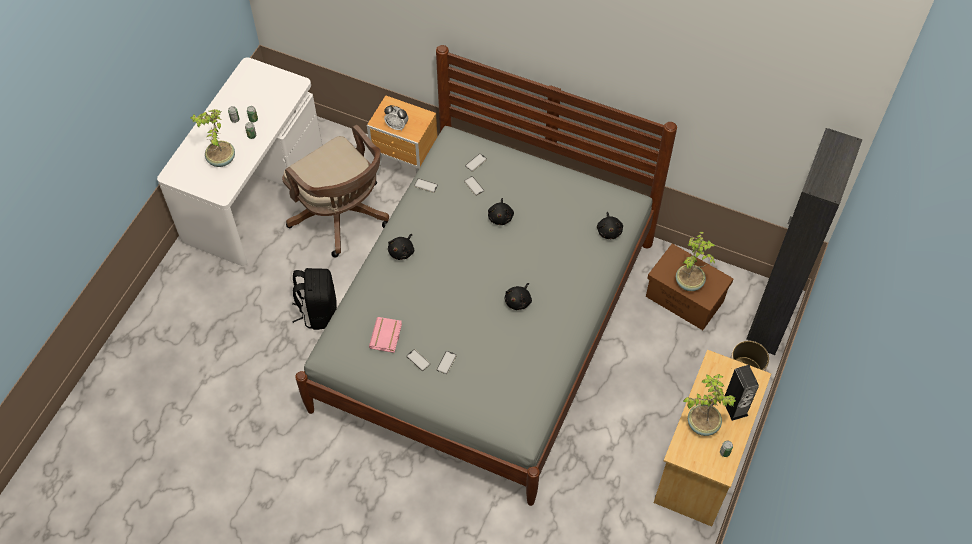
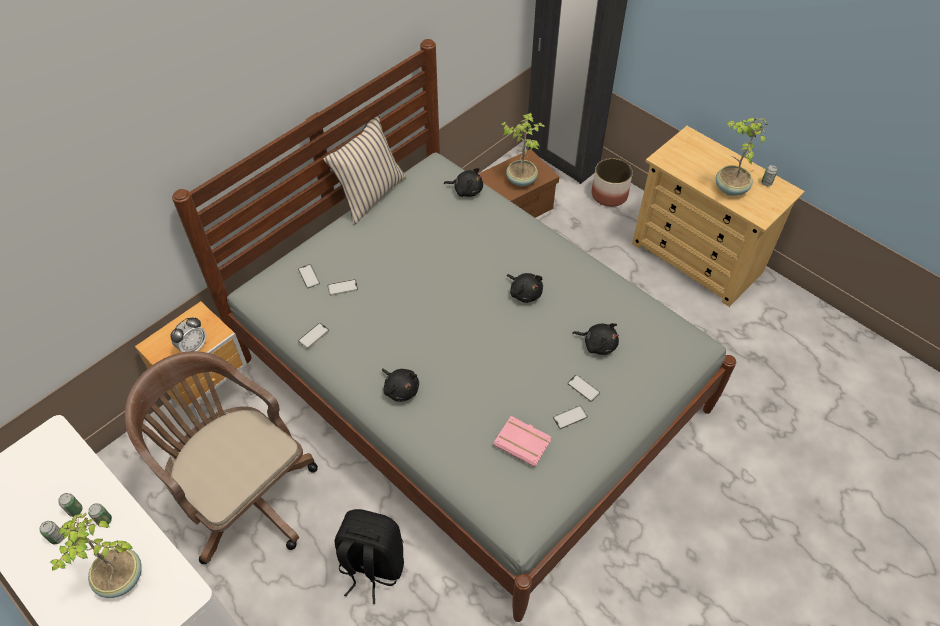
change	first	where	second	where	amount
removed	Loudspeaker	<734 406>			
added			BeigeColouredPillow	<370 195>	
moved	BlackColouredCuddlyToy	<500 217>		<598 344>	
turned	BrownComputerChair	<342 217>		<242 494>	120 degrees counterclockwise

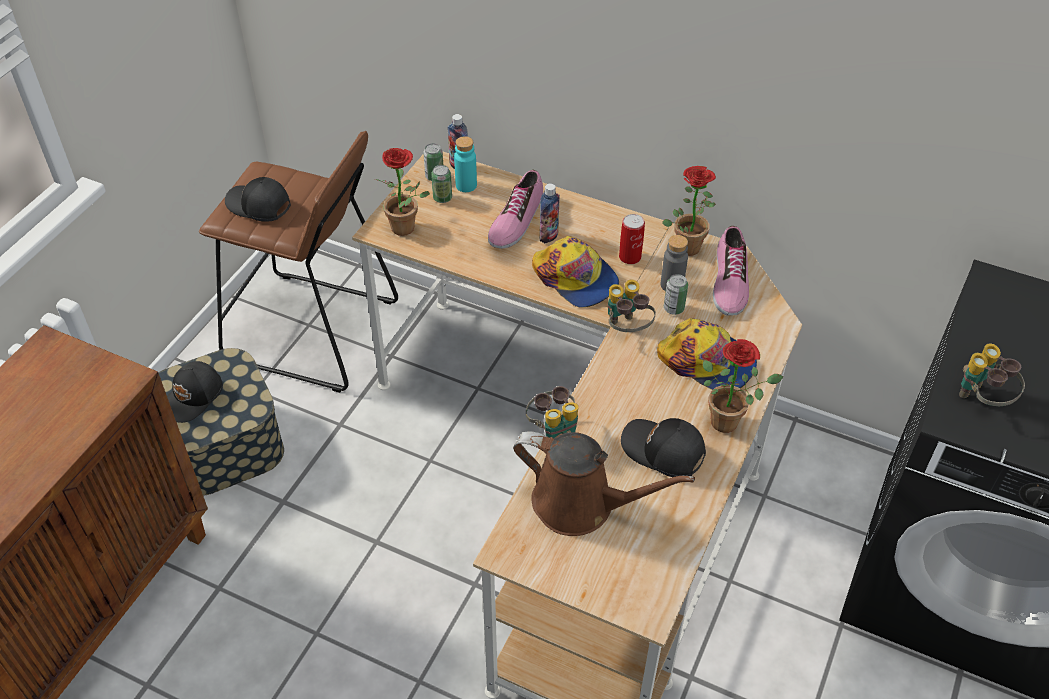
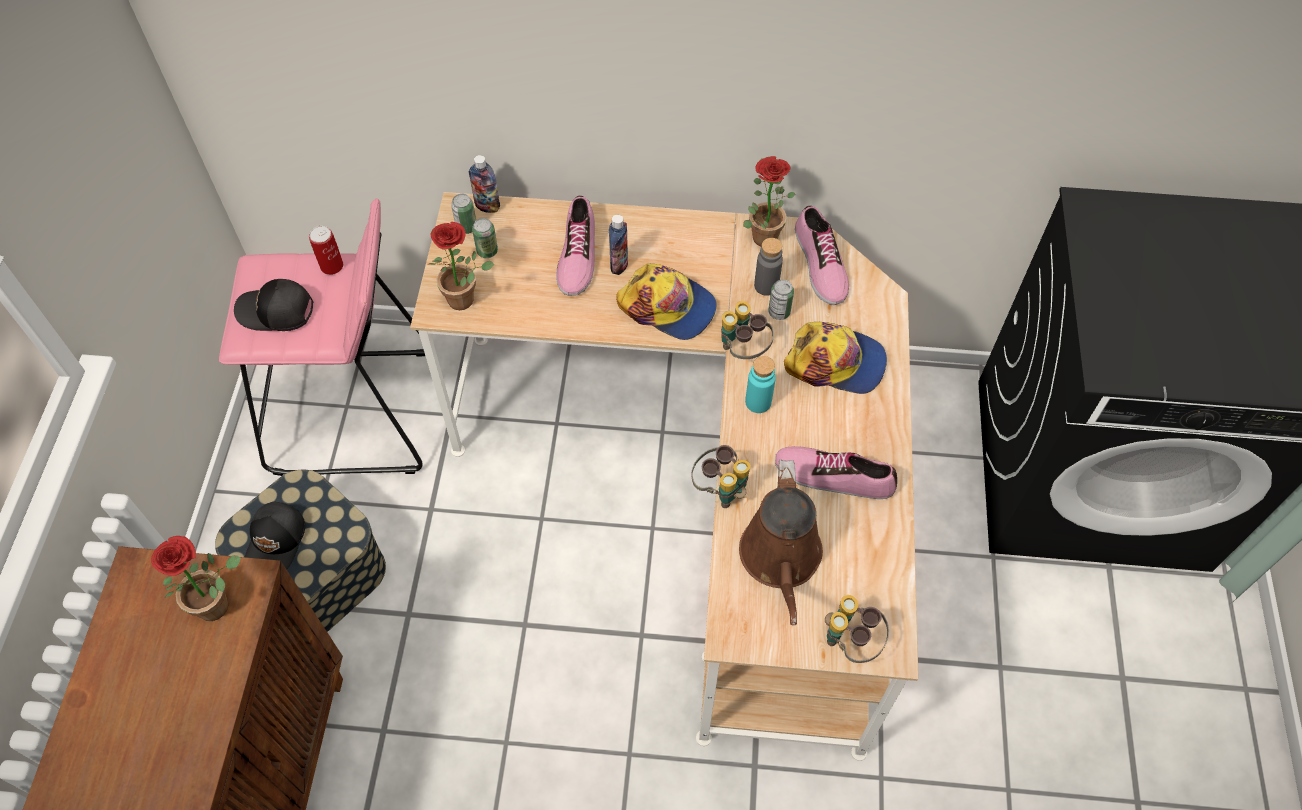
change	first	where	second	where	amount
moved	TurquoiseColouredDrinkBottle	<466 185>		<758 402>	
moved	MetalCan	<630 257>		<332 266>	
moved	Houseplant	<730 420>		<219 602>	
moved	FieldGlasses	<981 399>		<850 641>	
replaced	BlackColouredPeakedCap	<662 452>	ItemOfFootwear	<834 476>	
recoloured	BrownStool	<311 331>	PinkStool	<352 413>	
turned	BrownSprinklingCan	<581 504>		<781 559>	90 degrees clockwise

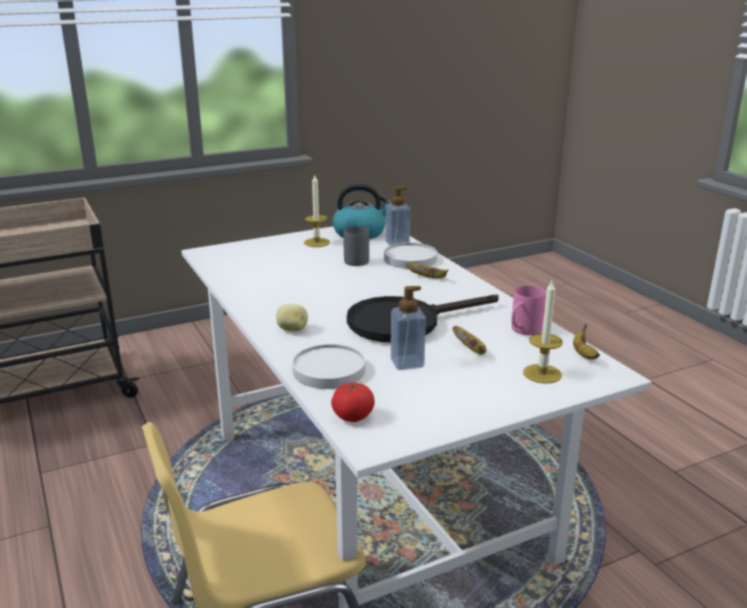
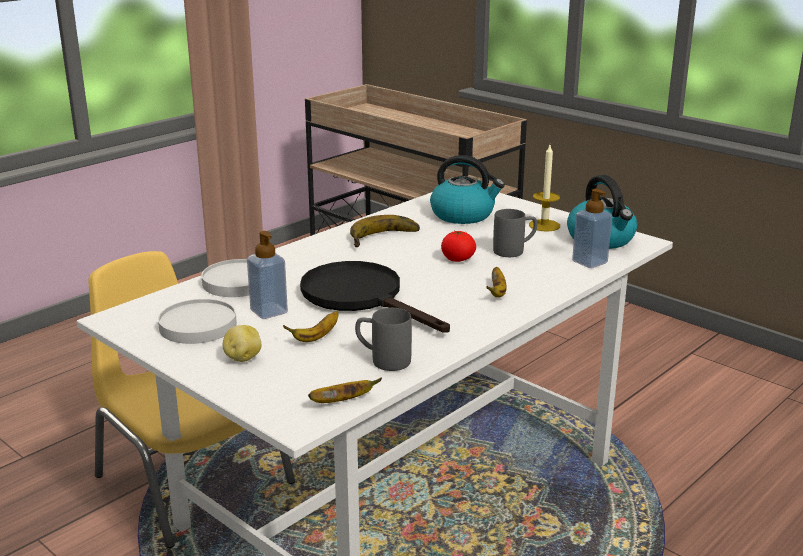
change	first	where	second	where	amount
removed	Candle	<542 374>			
added			BananaFruit	<386 239>	
added			WaterKettle	<463 215>	
moved	Spud	<292 330>		<242 358>	
moved	WholeTomato	<353 416>		<458 259>	
moved	WhiteColouredFlatDish	<410 259>		<198 325>	
recoloured	PinkTeaMug	<522 331>	GreyTeaMug	<382 360>	

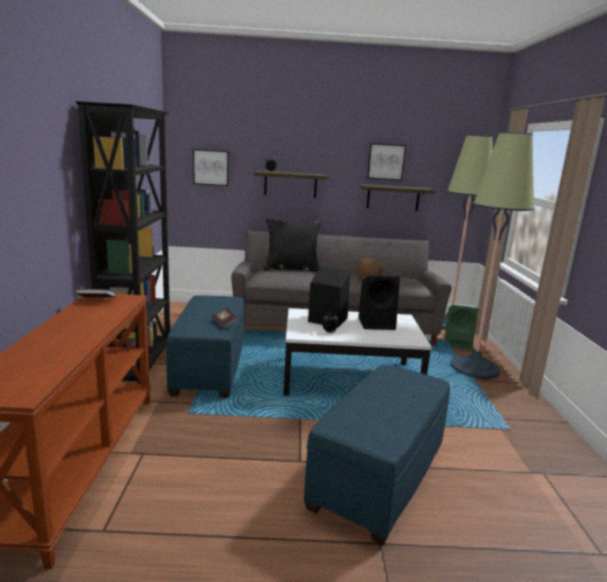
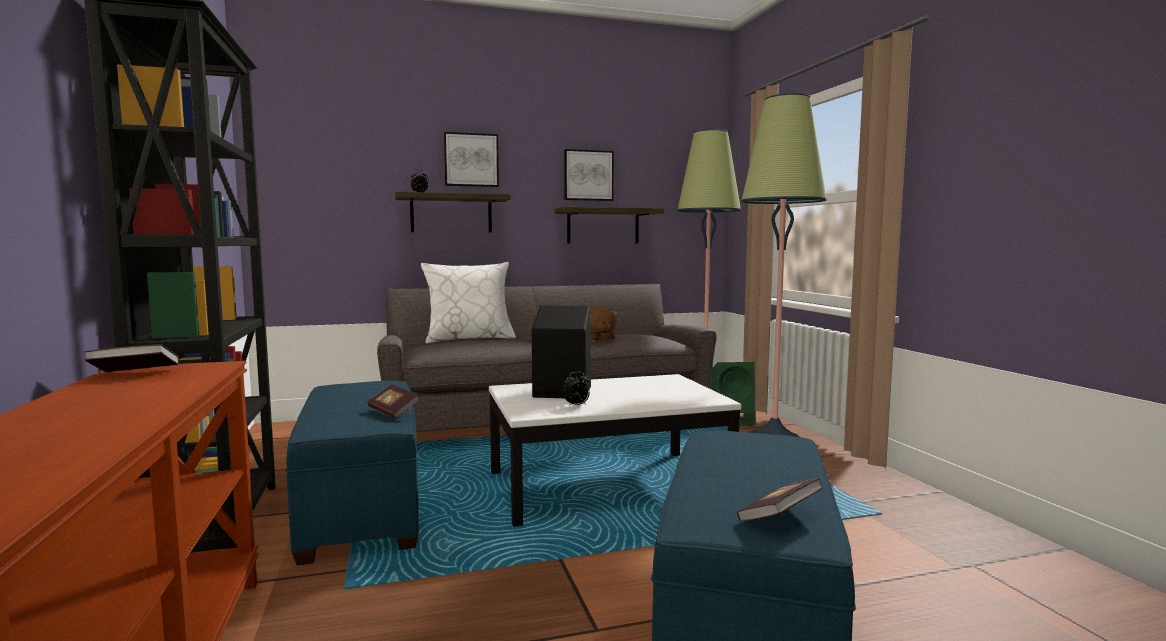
change	first	where	second	where	amount
removed	BlackColouredLoudspeaker	<377 323>			
added			Book	<779 517>	
moved	WallArt	<211 167>		<471 160>	
recoloured	BlackColouredPillow	<291 269>	WhiteColouredPillow	<469 339>	

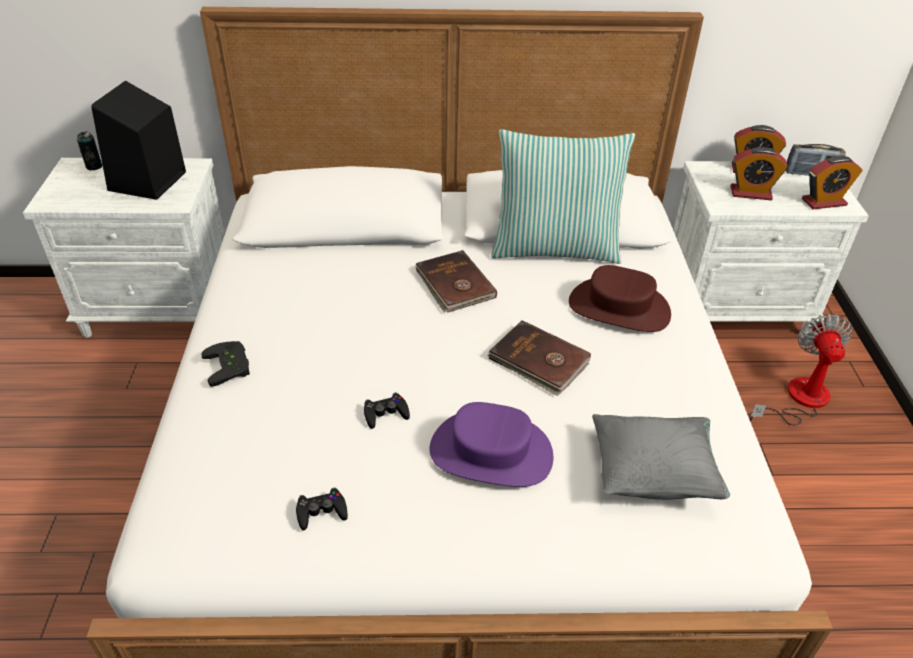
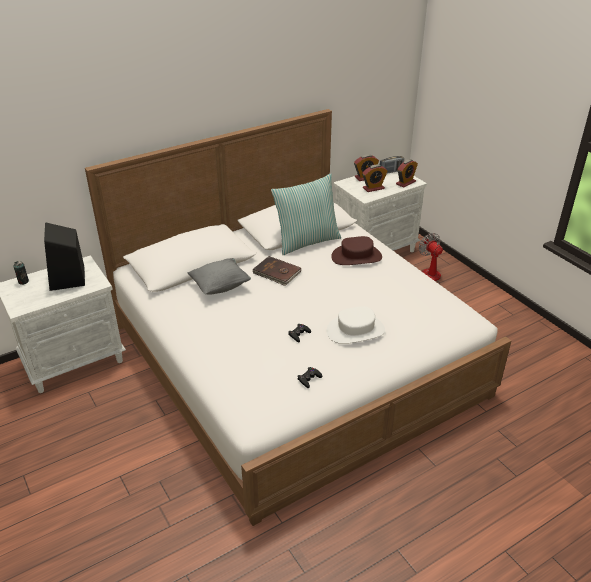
change	first	where	second	where	amount
removed	BlackColouredJoypad	<230 365>			
removed	BrownBook	<539 361>			
moved	GreyPillow	<653 474>		<220 286>	
recoloured	PurpleClothingHat	<490 453>	WhiteColouredClothingHat	<355 331>	

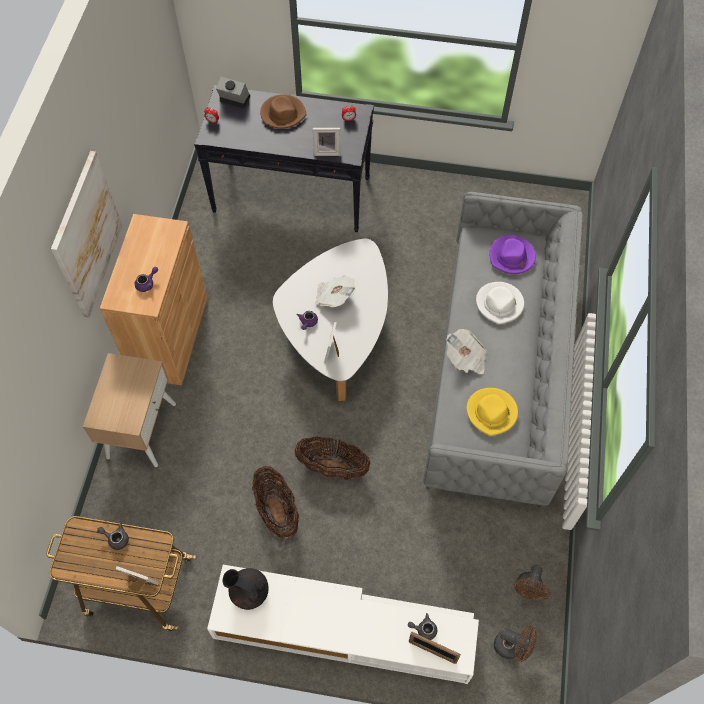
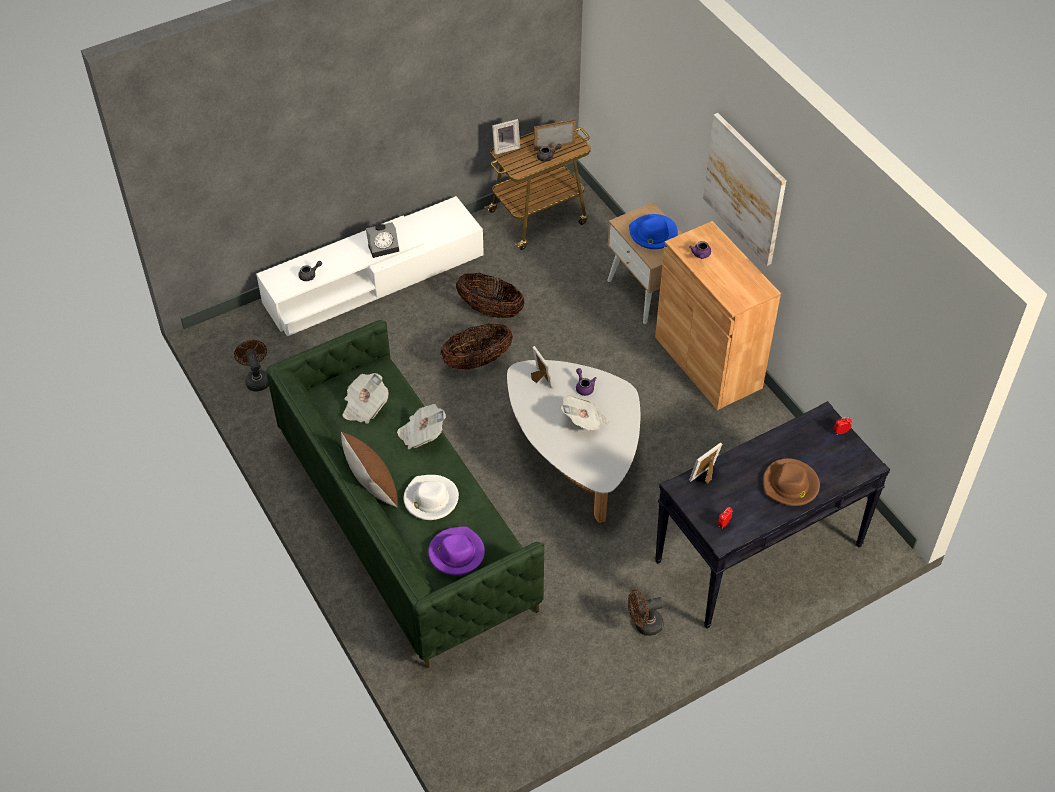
change	first	where	second	where	amount
removed	BlackColouredPotForTea	<248 591>			
added			BrownPillow	<372 488>	
added			BluishClothingHat	<653 234>	
moved	BedsideClock	<233 99>		<384 247>	
moved	PictureFrame	<432 651>		<554 146>	
moved	BrownElectricFan	<512 647>		<644 625>	
replaced	YellowishClothingHat	<492 412>	Newspaper	<364 407>	
recoloured	GreyCouch	<497 371>	GreenishCouch	<405 520>	

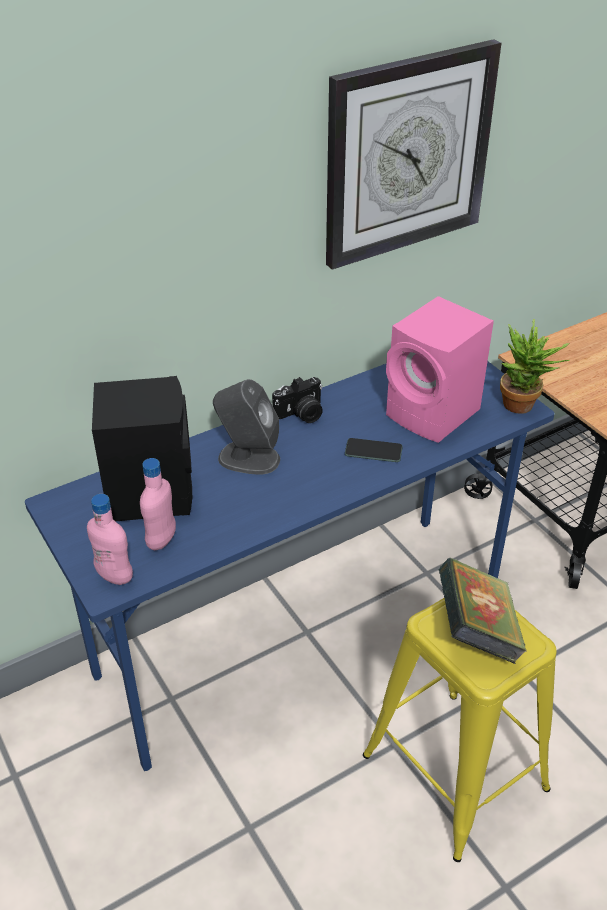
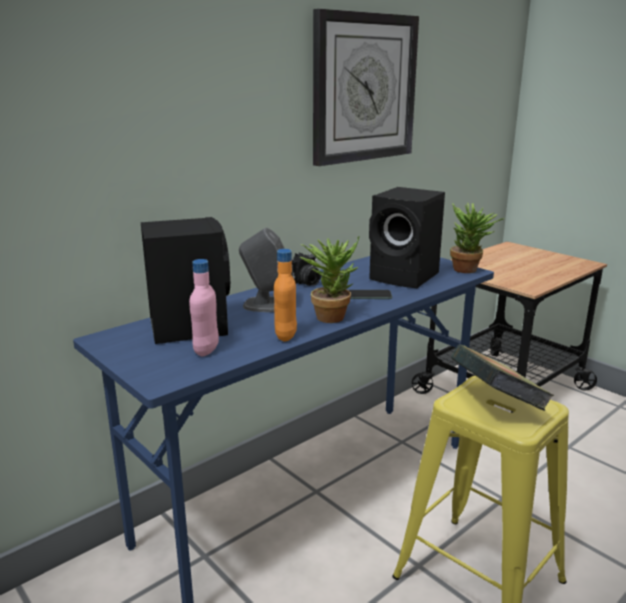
change	first	where	second	where	amount
removed	PinkDrinkBottle	<115 576>			
added			OrangeDrinkBottle	<286 336>	
added			Houseplant	<331 315>	
recoloured	PinkLoudspeaker	<434 414>	BlackColouredLoudspeaker	<406 277>	

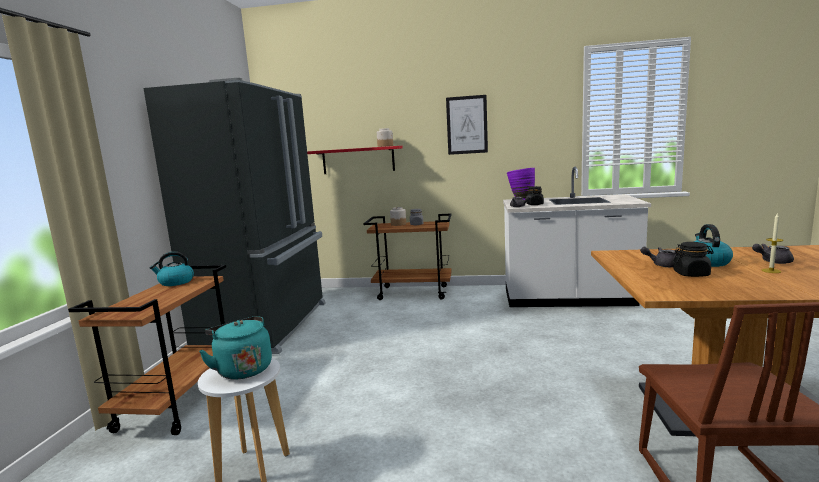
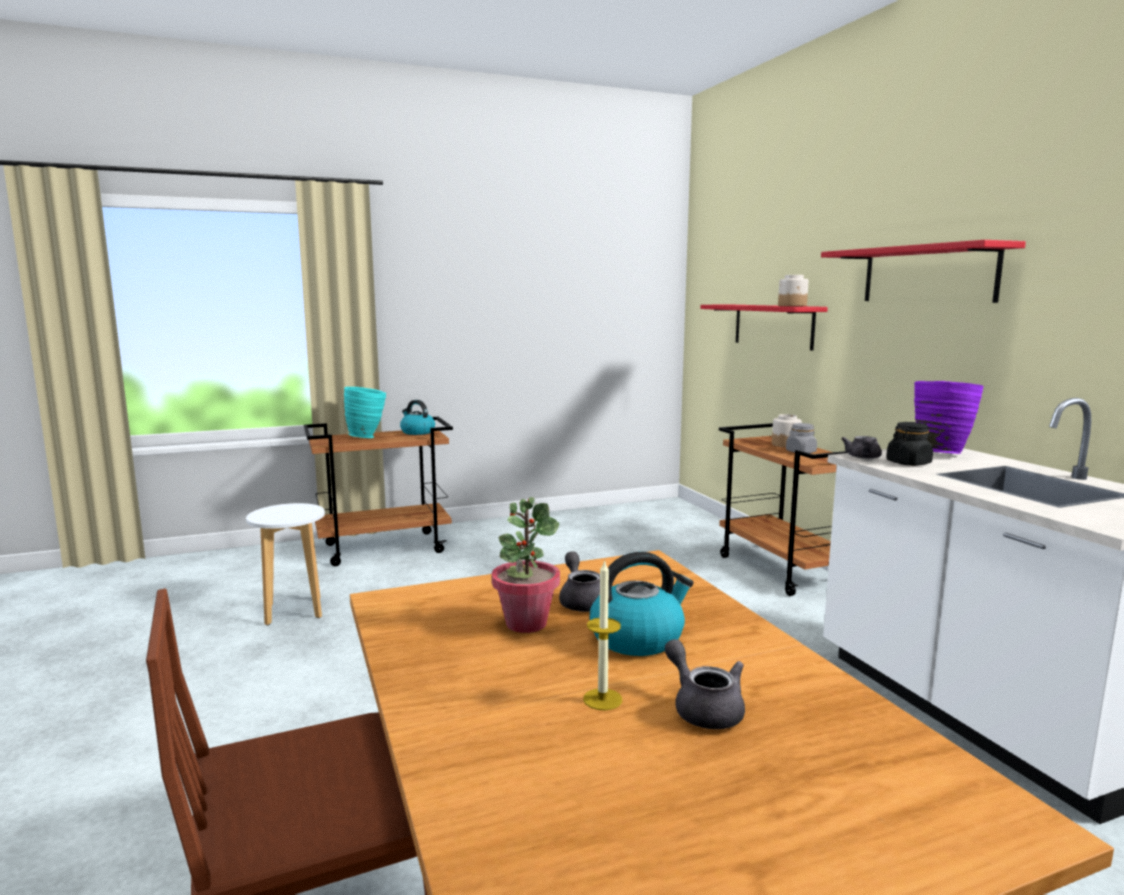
change	first	where	second	where	amount
removed	BlackColouredRefrigerator	<268 326>			
removed	TurquoiseColouredWaterKettle	<243 369>			
added			TurquoiseColouredVase	<368 437>	
replaced	WallArt	<467 125>	ReddishShelf	<928 274>	
replaced	BlackColouredStorageJar	<691 274>	Houseplant	<526 623>	

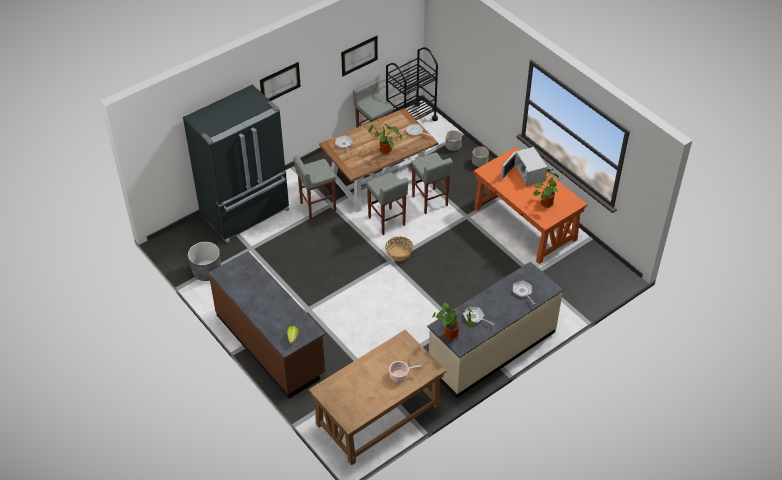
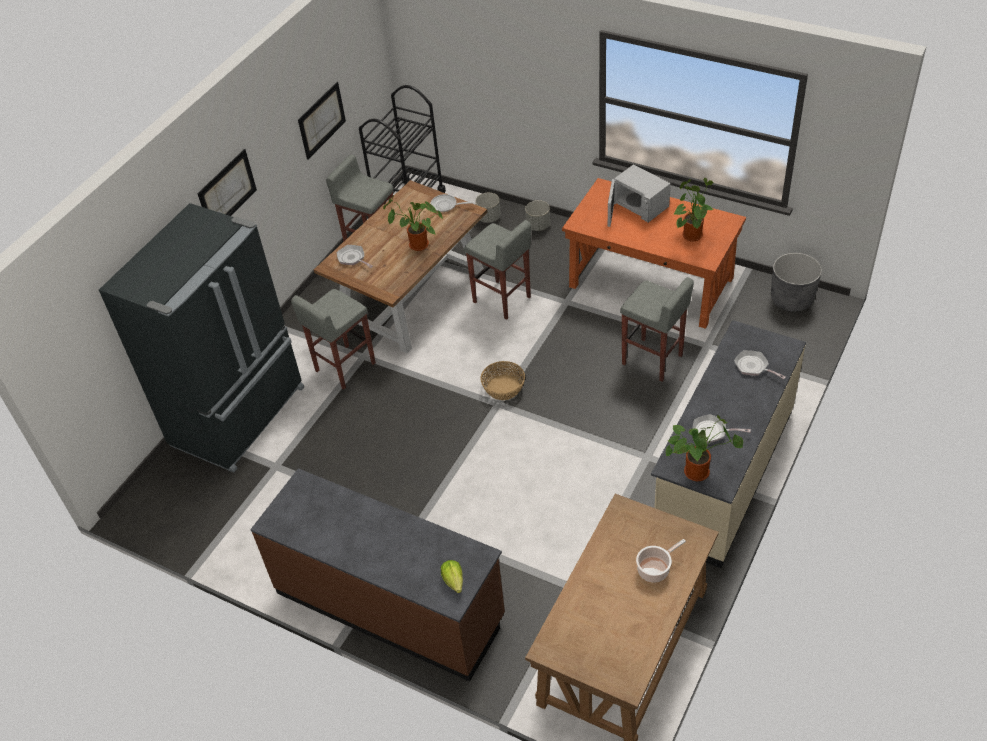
change	first	where	second	where	amount
moved	GreyPlantPot	<207 272>		<791 299>	
moved	GreyStool	<386 222>		<652 360>	

